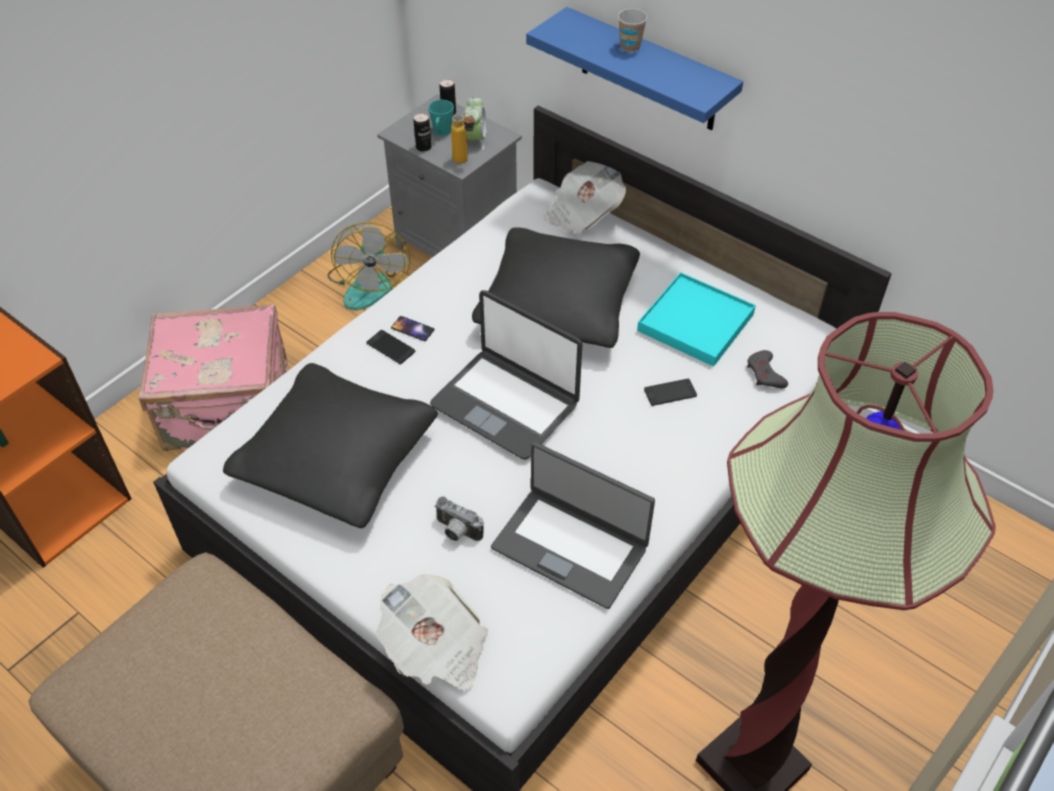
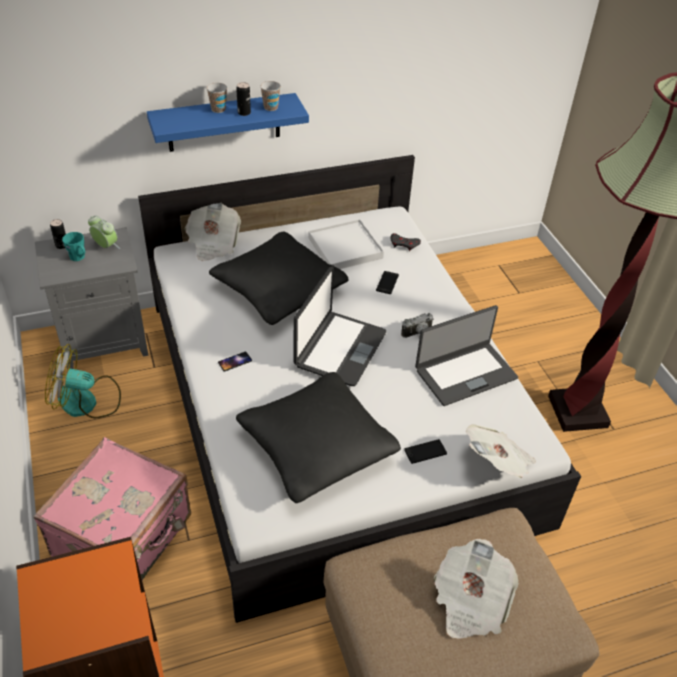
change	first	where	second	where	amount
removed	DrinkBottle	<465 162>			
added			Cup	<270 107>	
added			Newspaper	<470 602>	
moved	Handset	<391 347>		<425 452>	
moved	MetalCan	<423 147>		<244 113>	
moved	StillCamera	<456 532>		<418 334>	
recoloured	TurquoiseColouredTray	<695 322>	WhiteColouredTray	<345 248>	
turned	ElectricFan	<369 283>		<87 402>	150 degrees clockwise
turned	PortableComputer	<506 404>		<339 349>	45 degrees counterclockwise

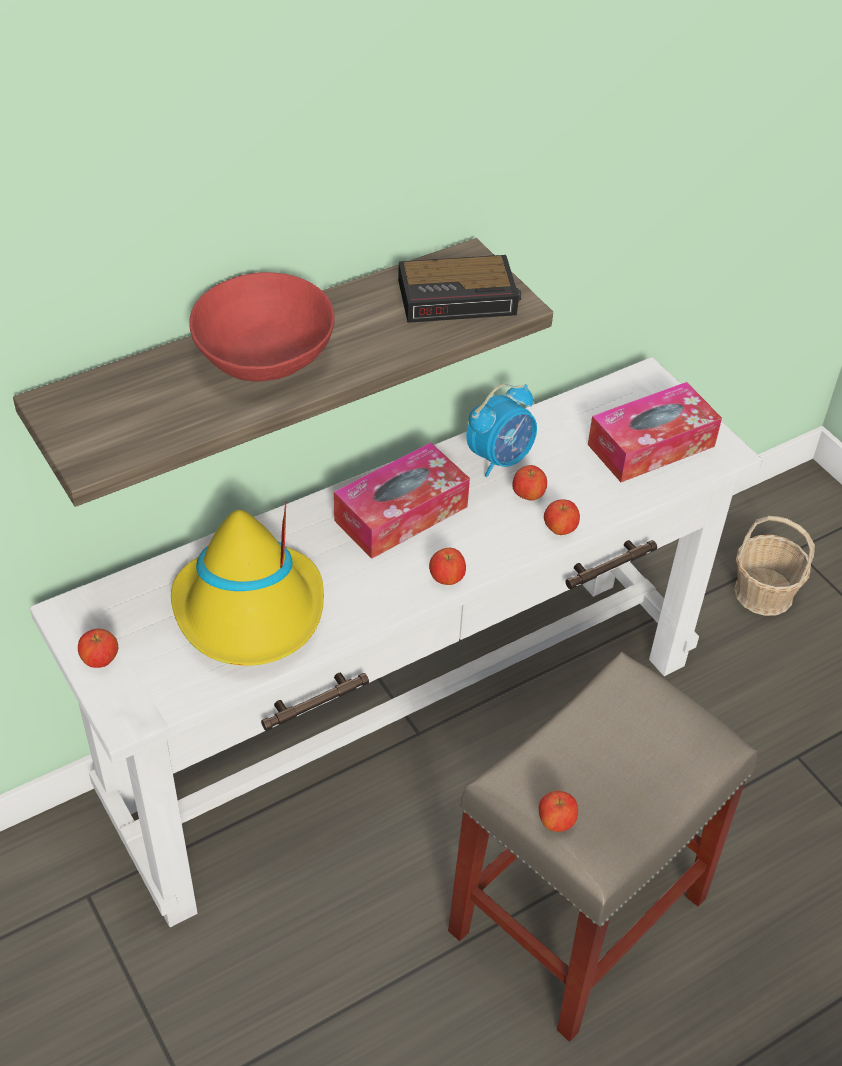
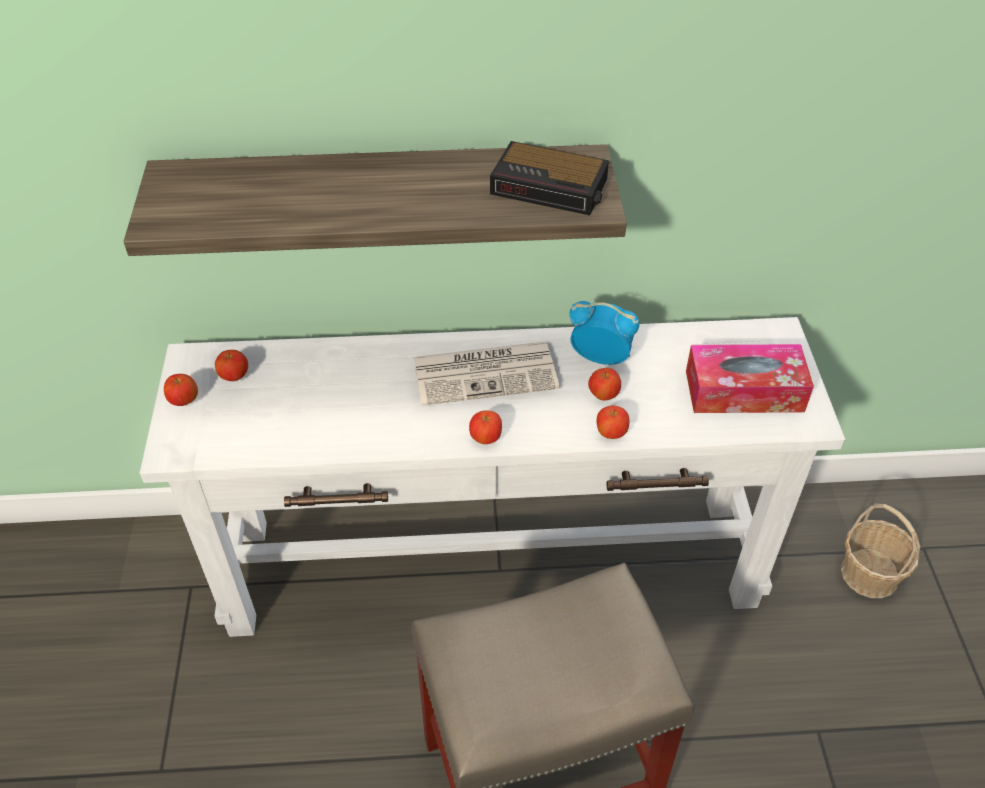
change	first	where	second	where	amount
removed	YellowishClothingHat	<250 611>			
removed	ReddishDeepDish	<264 356>			
moved	Apple	<555 822>		<234 376>	
replaced	TissueBox	<401 513>	Newspaper	<486 372>	
turned	BedsideClock	<500 458>		<600 357>	150 degrees counterclockwise

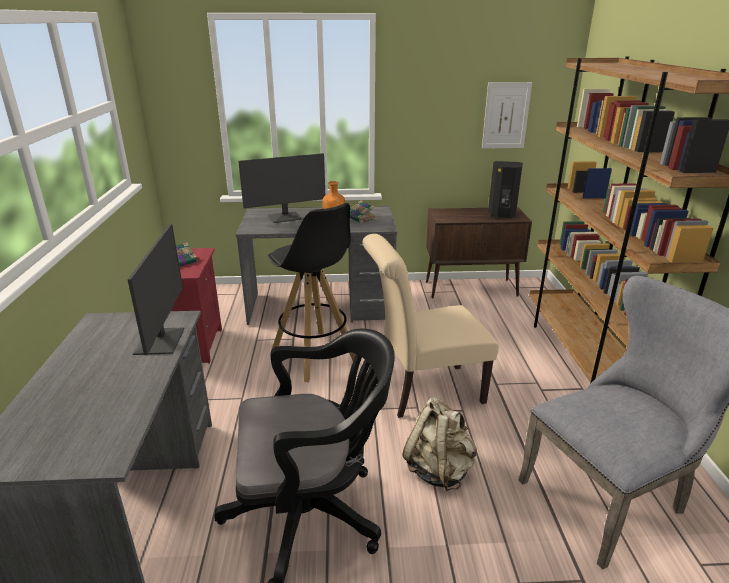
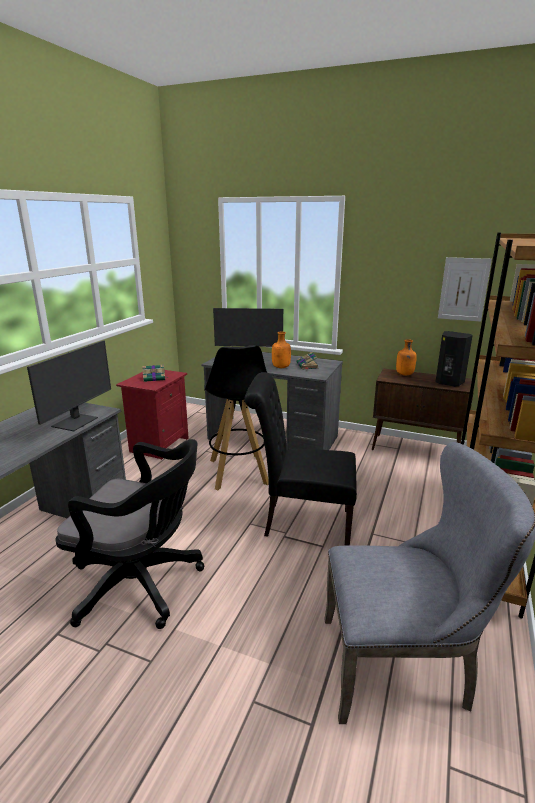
change	first	where	second	where	amount
removed	BeigeColouredBackpack	<439 469>			
added			OrangeDrinkBottle	<404 374>	
recoloured	BeigeColouredPlainChair	<424 392>	BlackColouredPlainChair	<301 522>	

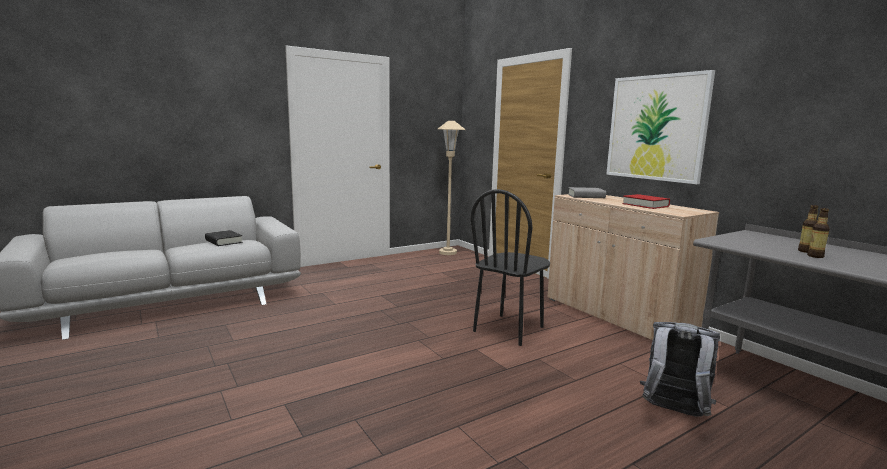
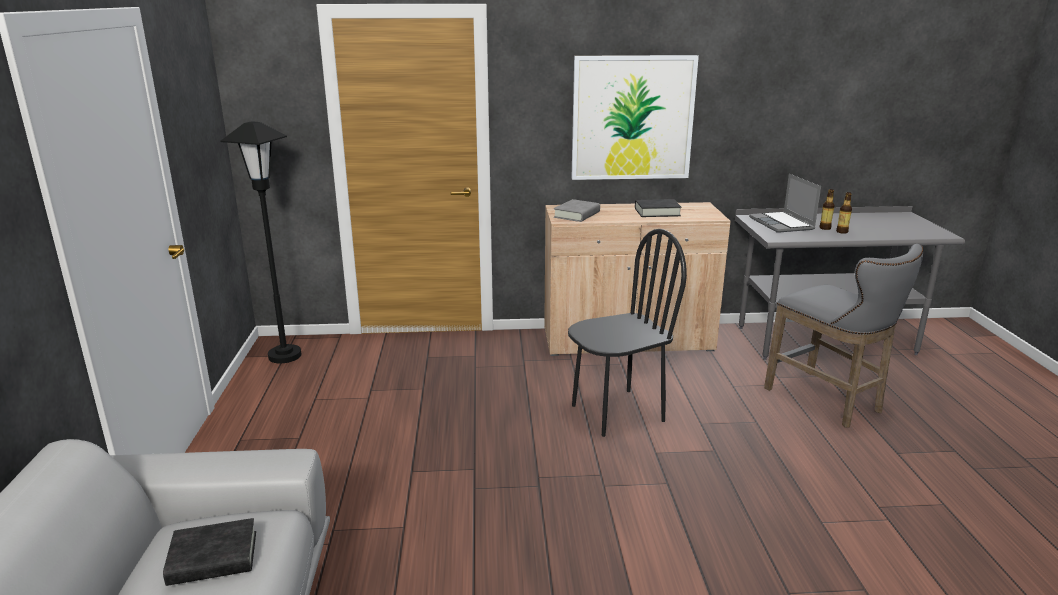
change	first	where	second	where	amount
added			PortableComputer	<782 224>	
replaced	GreyBackpack	<673 412>	GreyStool	<828 402>	
recoloured	BeigeColouredFloorLamp	<448 252>	BlackColouredFloorLamp	<285 356>	
recoloured	ReddishBook	<645 205>	BlackColouredBook	<657 212>	
turned	BlackColouredPlainChair	<509 329>		<617 412>	90 degrees counterclockwise

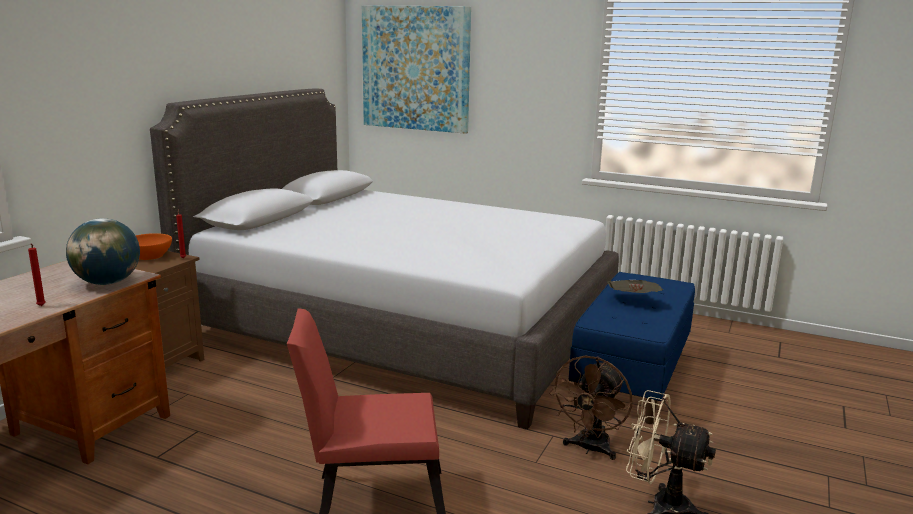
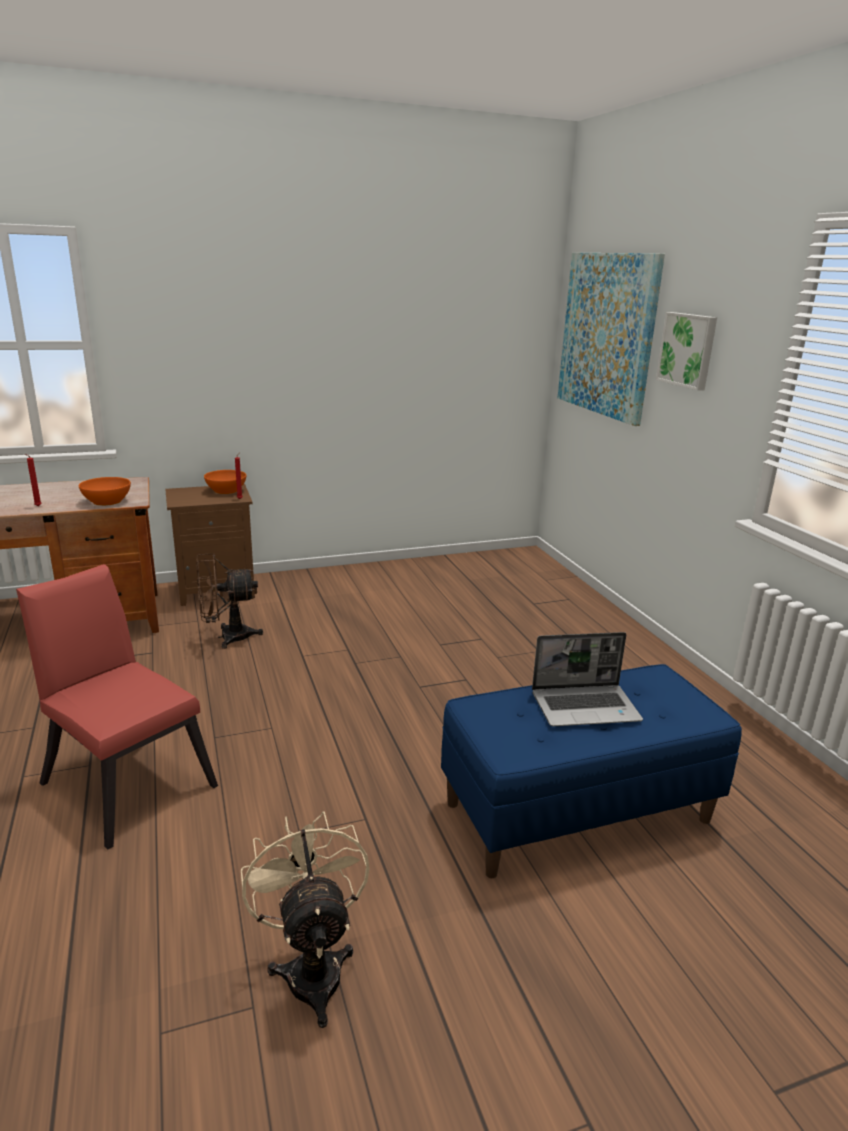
change	first	where	second	where	amount
removed	GreyBed	<403 329>			
added			WallArt	<688 350>	
moved	BrownElectricFan	<590 449>		<227 637>	
replaced	DeskGlobe	<107 282>	OrangeDeepDish	<107 501>	
replaced	Newspaper	<633 301>	PortableComputer	<586 707>	

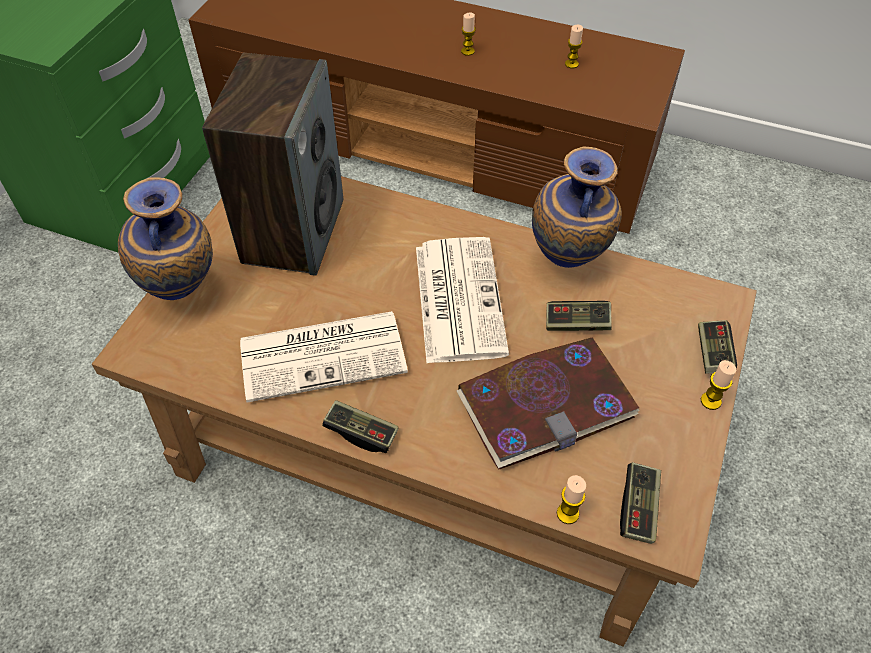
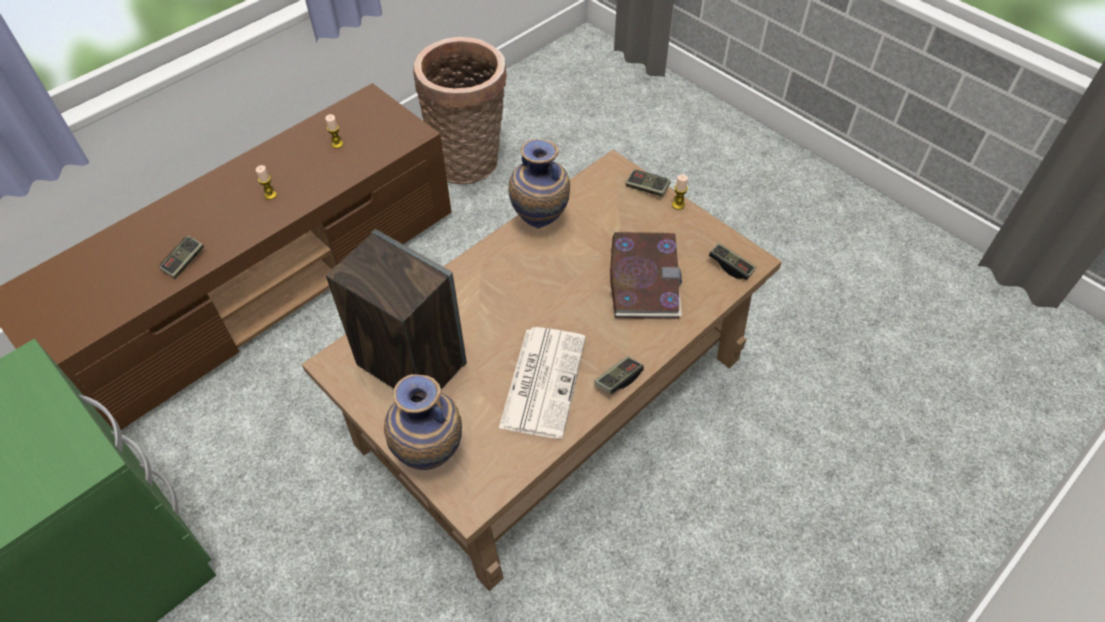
change	first	where	second	where	amount
removed	Newspaper	<458 298>			
removed	Candle	<567 513>			
added			HouseholdBasket	<470 161>	
moved	Joypad	<577 323>		<184 262>	

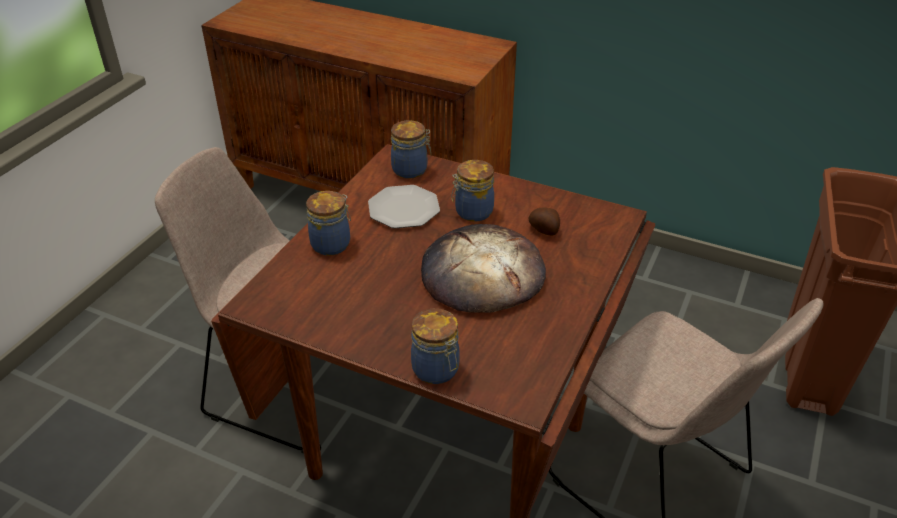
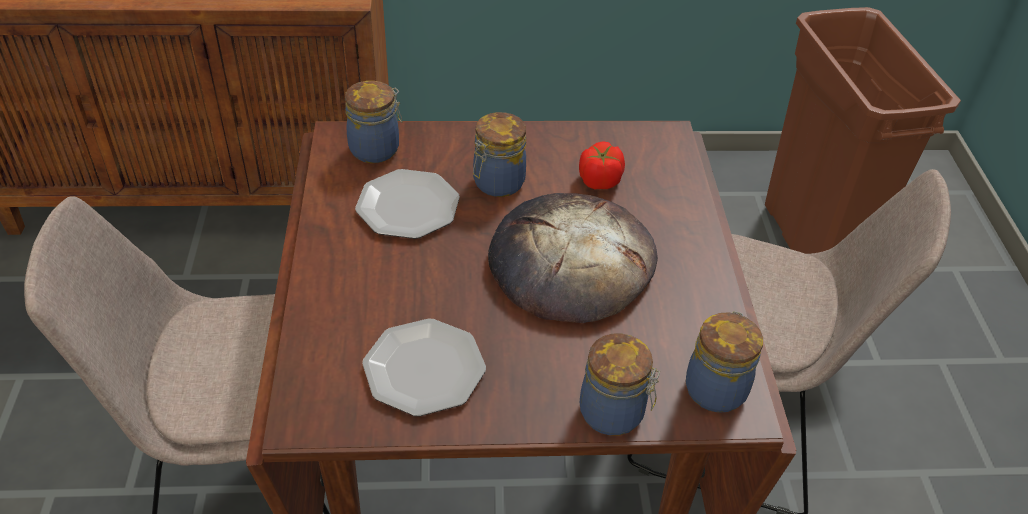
change	first	where	second	where	amount
added			FlatDish	<423 370>	
moved	StorageJar	<332 244>		<716 388>	
replaced	Spud	<544 230>	WholeTomato	<599 180>	

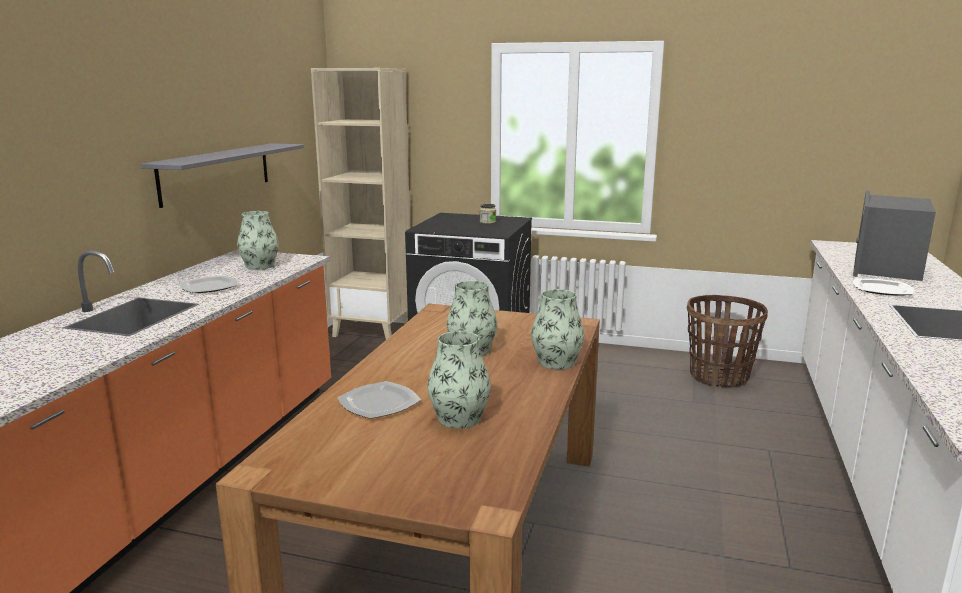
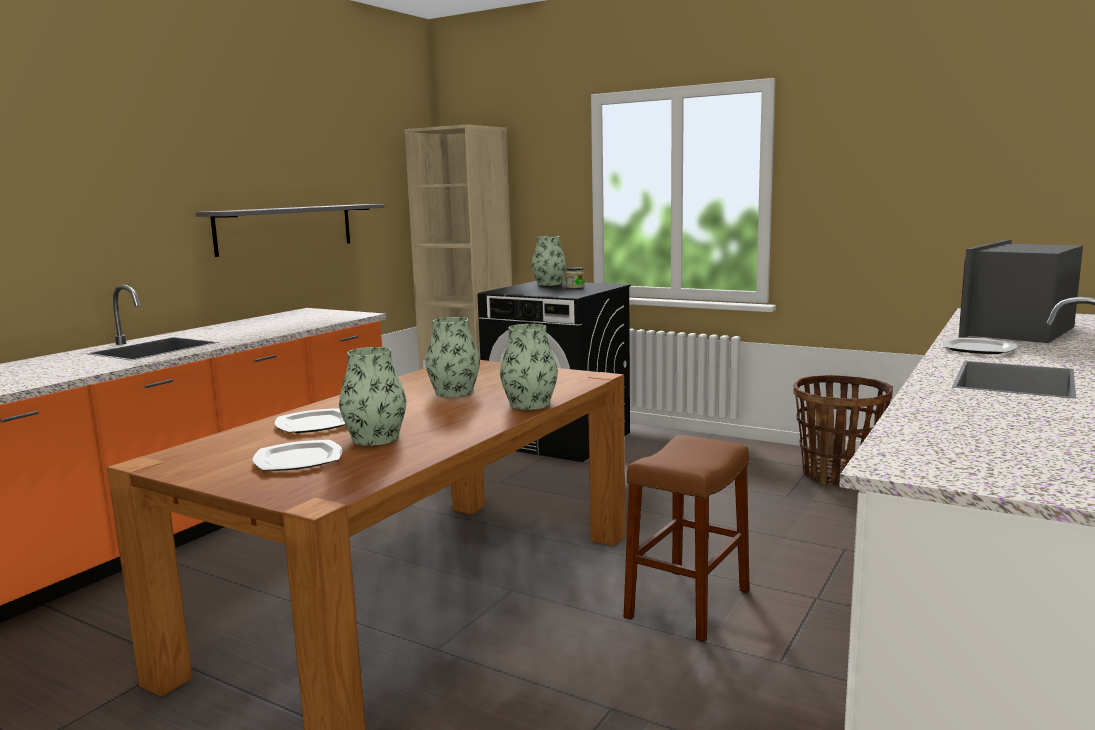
change	first	where	second	where	amount
added			BrownStool	<688 603>	
moved	FlatDish	<209 286>		<299 459>	
moved	Vase	<260 266>		<549 284>	

